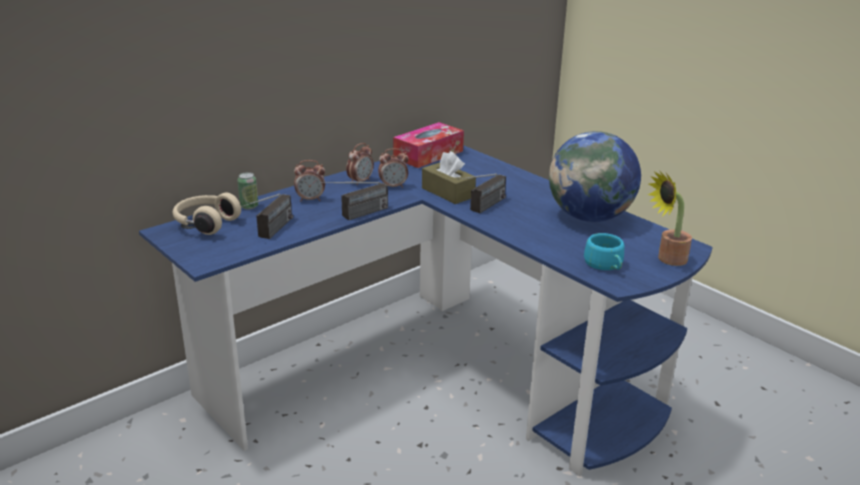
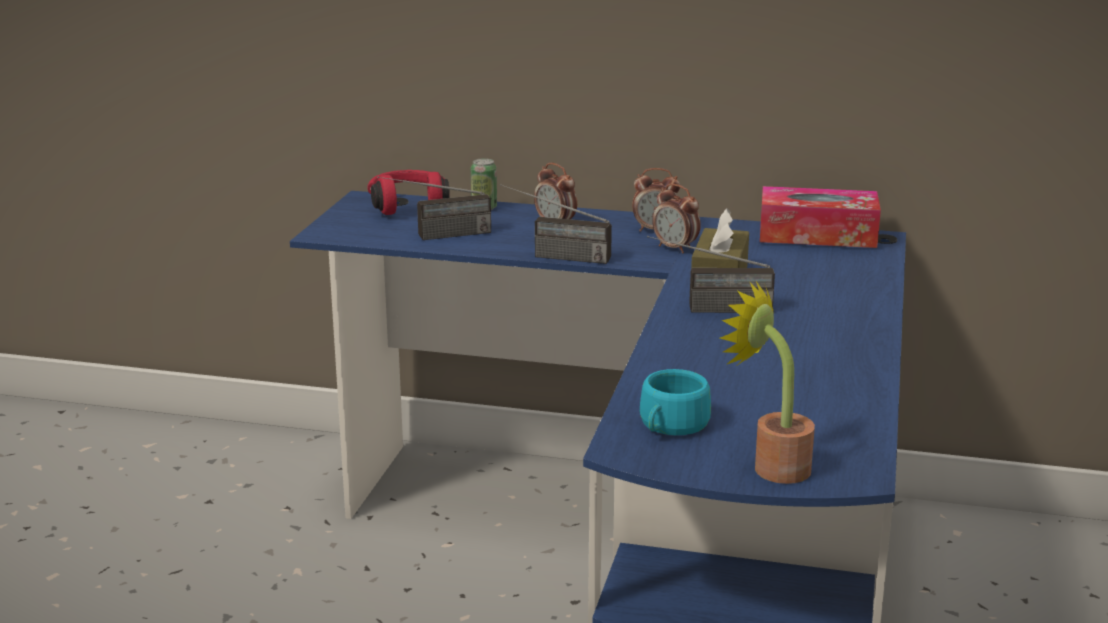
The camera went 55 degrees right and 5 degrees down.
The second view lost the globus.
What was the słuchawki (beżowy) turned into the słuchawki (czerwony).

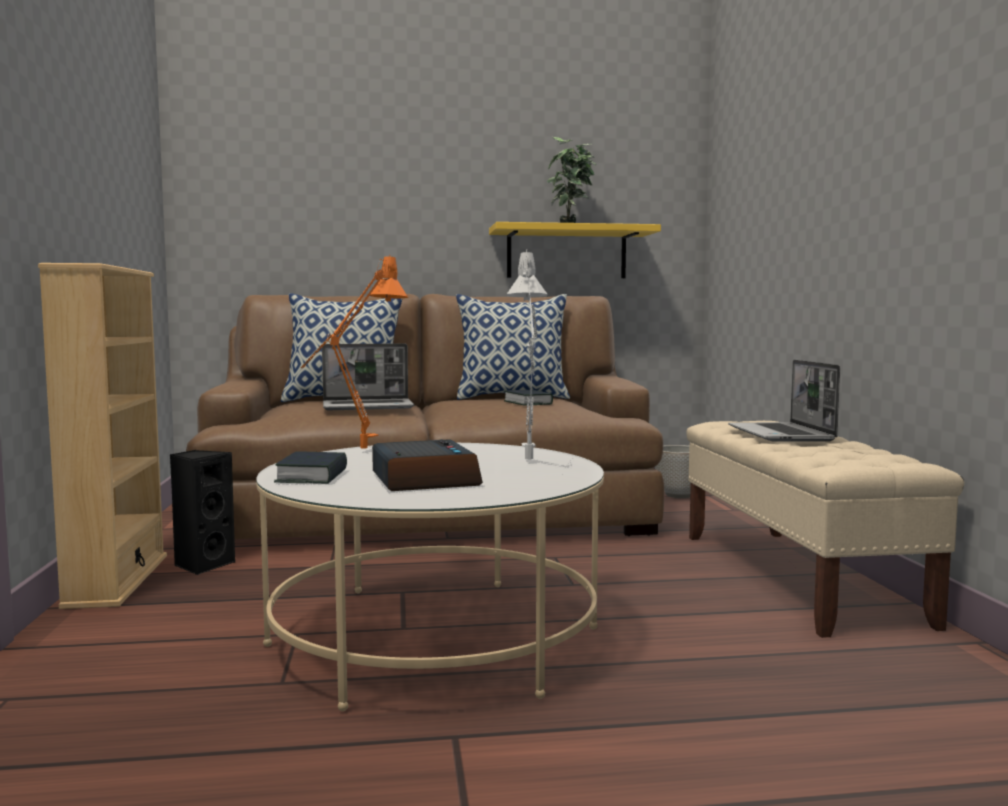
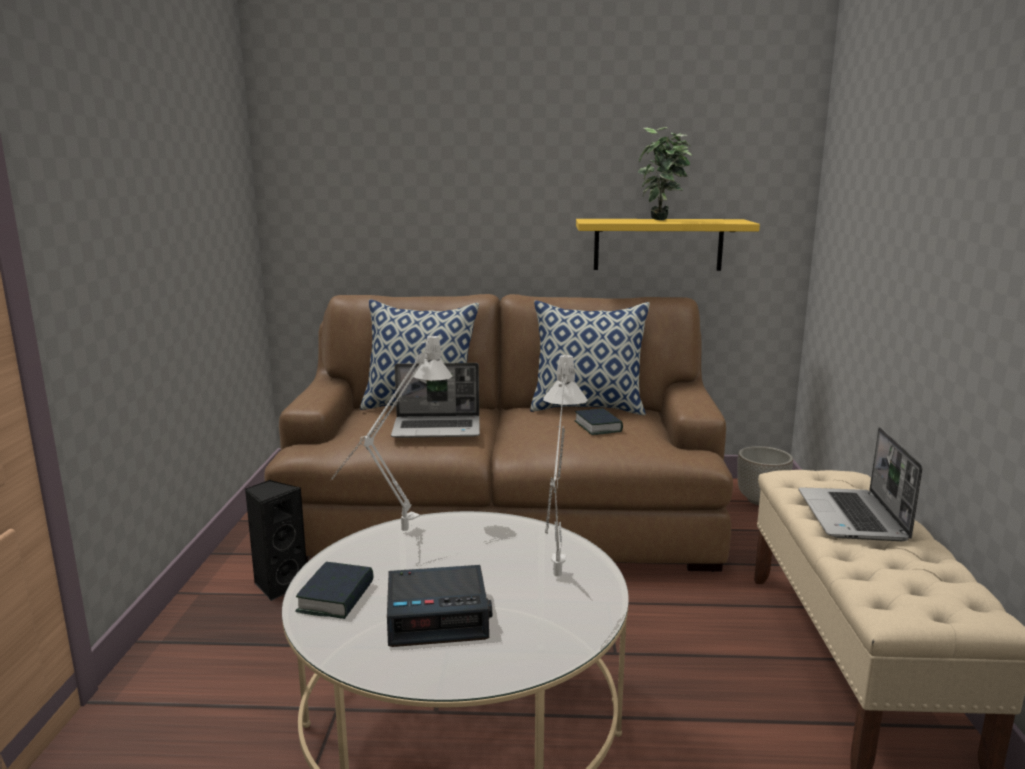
The camera went 10 degrees right and 10 degrees up.
The second view lost the regał (beżowy).
What was the lampa stołowa (pomarańczowy) turned into the lampa stołowa (szary) (1st from left).
The budzik ended up facing another way, 90 degrees clockwise from before.

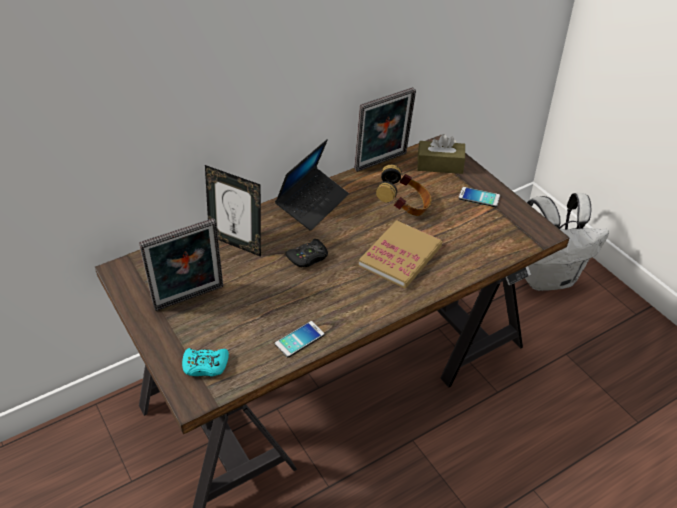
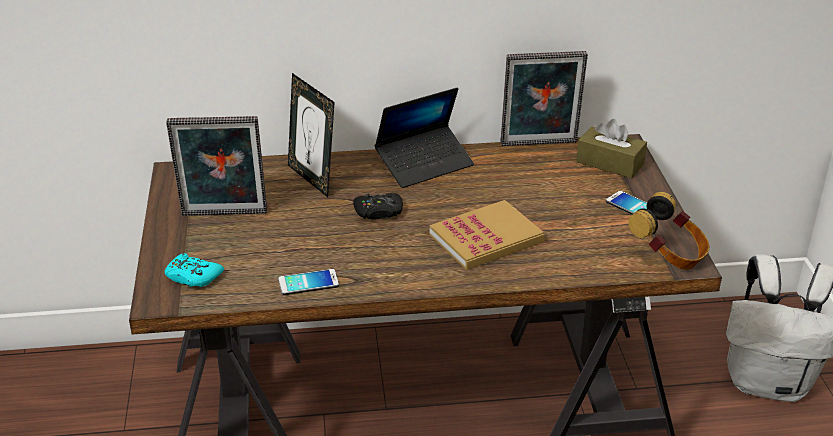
The camera went 25 degrees right and 10 degrees down.
The słuchawki ended up elsewhere.

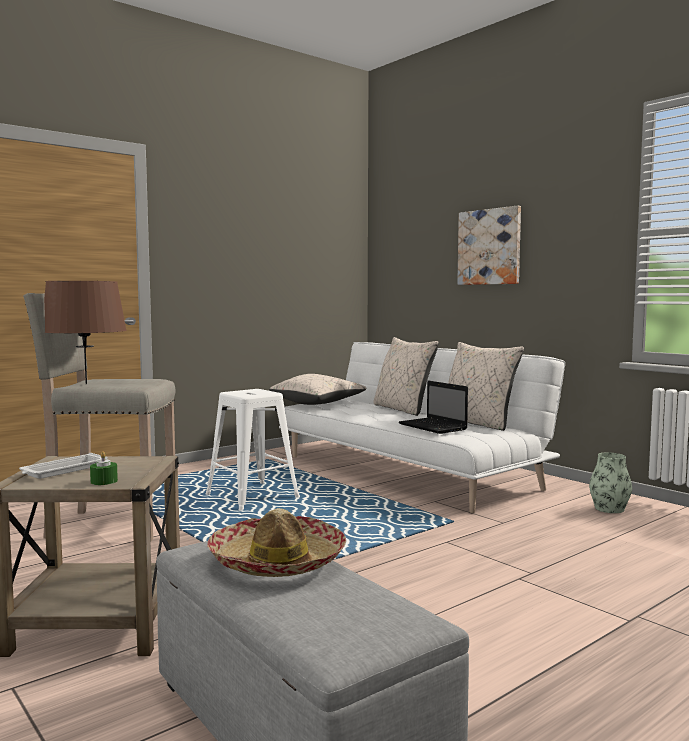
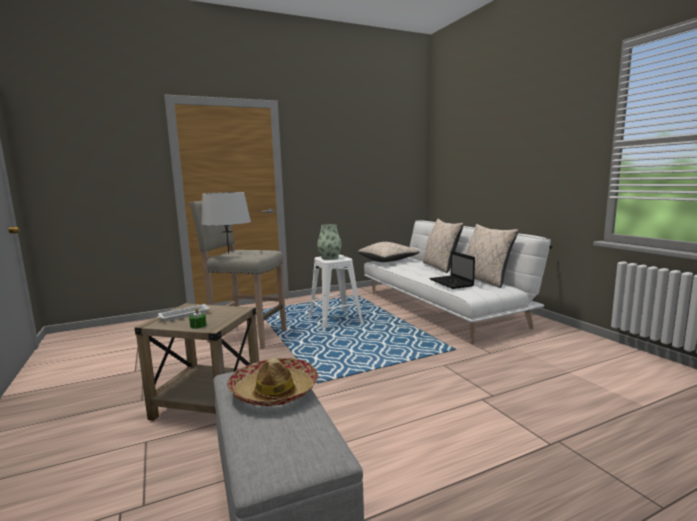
The camera went 15 degrees right and 5 degrees up.
The second view lost the obraz.
The wazon ended up elsewhere.
What was the lampa stołowa (brązowy) turned into the lampa stołowa (szary).

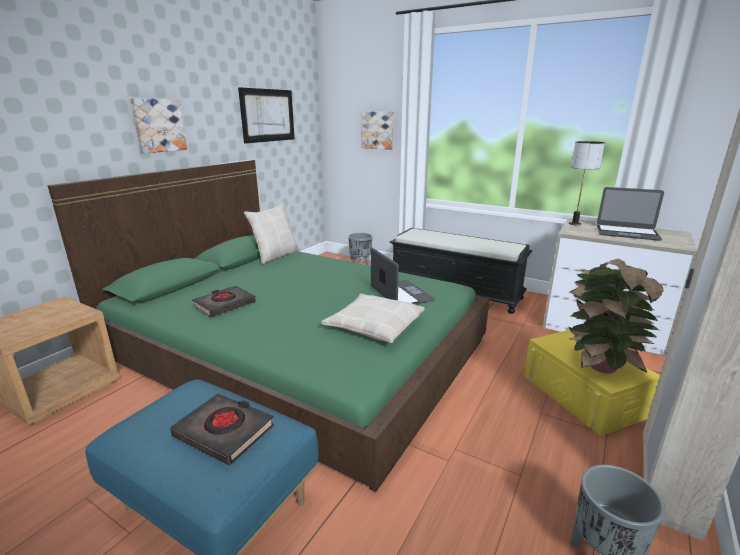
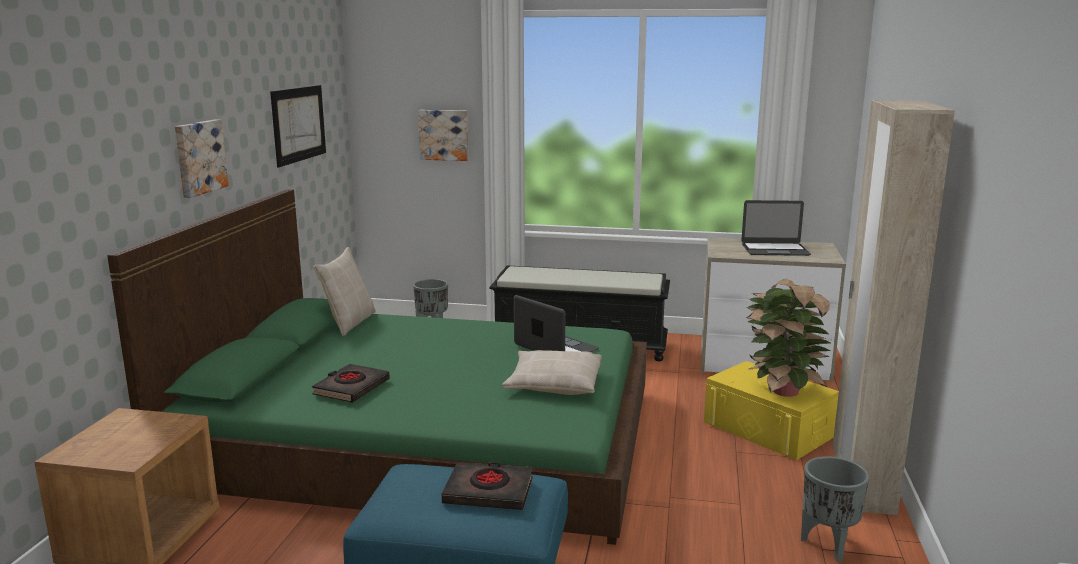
The camera went 20 degrees left and 5 degrees down.
The second view lost the lampa stołowa.

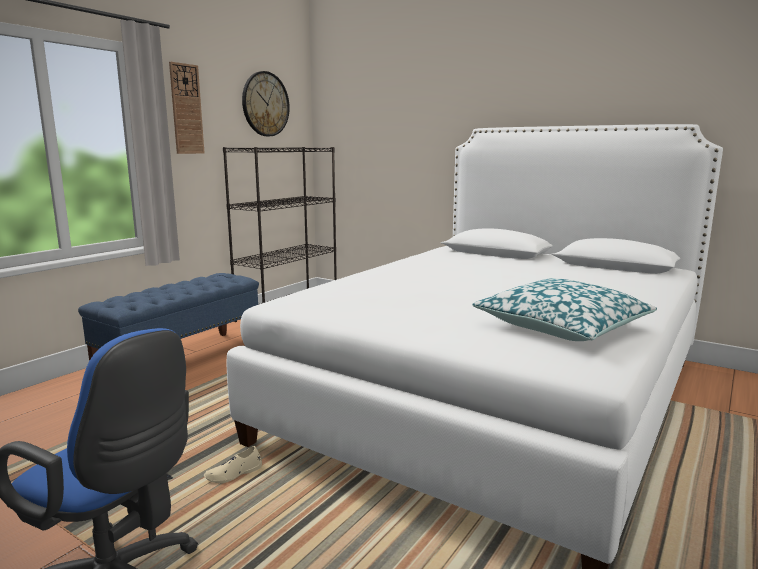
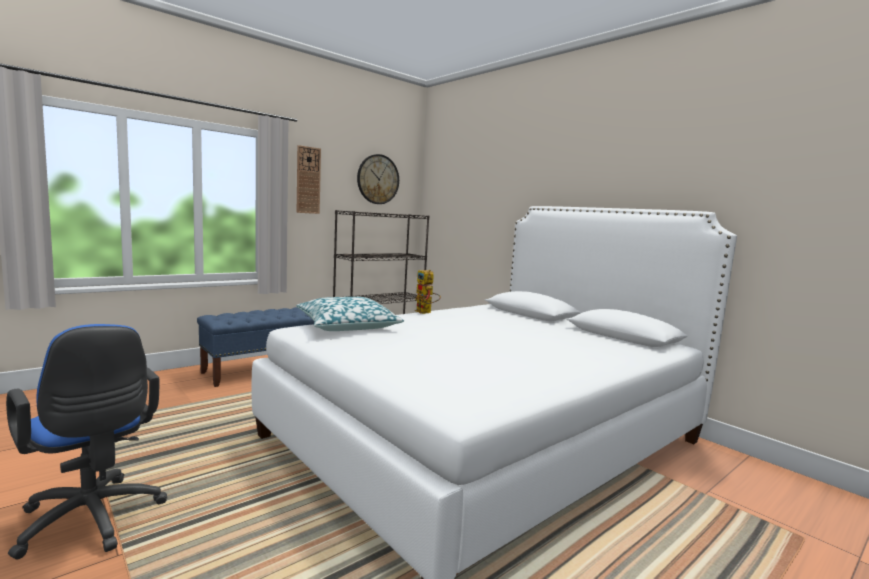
The camera went 15 degrees right and 5 degrees down.
The second view lost the but (beżowy).
The second view gained the robot zabawkowy.
The poduszka ended up elsewhere.

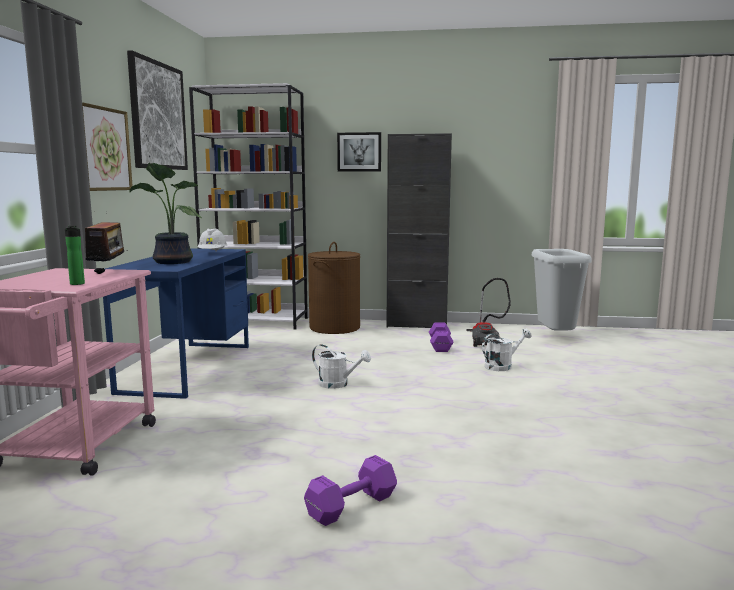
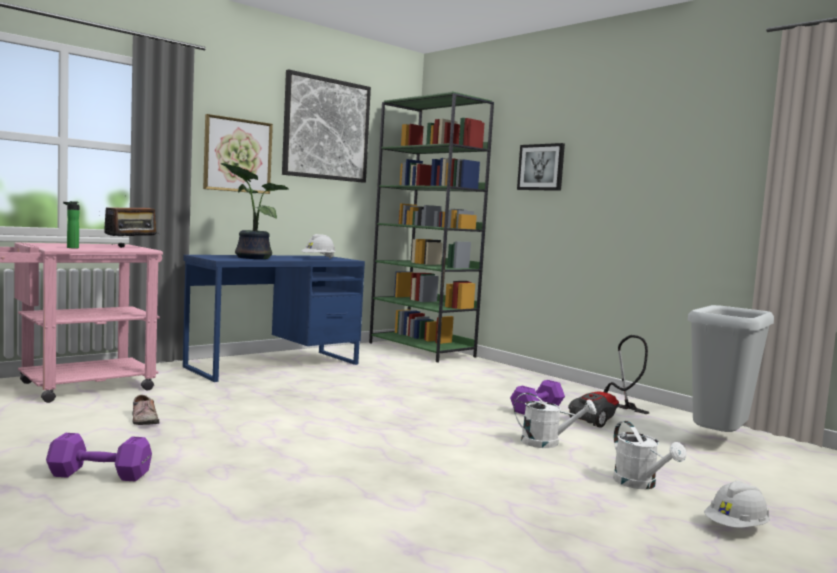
The camera went 40 degrees right and 5 degrees down.
The second view lost the kosz na pranie (brązowy).
The second view lost the szafka (czarny).
The second view gained the but.
The second view gained the kask (biały) (2nd from left).
The konewka (biały) (1st from left in the first image) ended up elsewhere.
What was the regał (biały) turned into the regał (zielony).

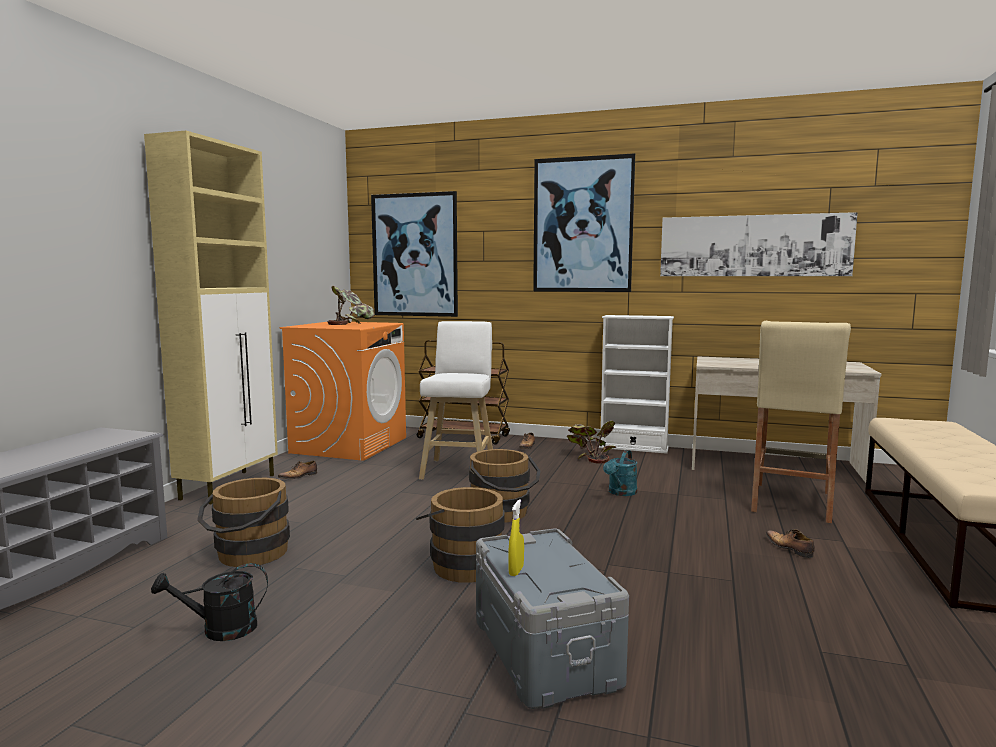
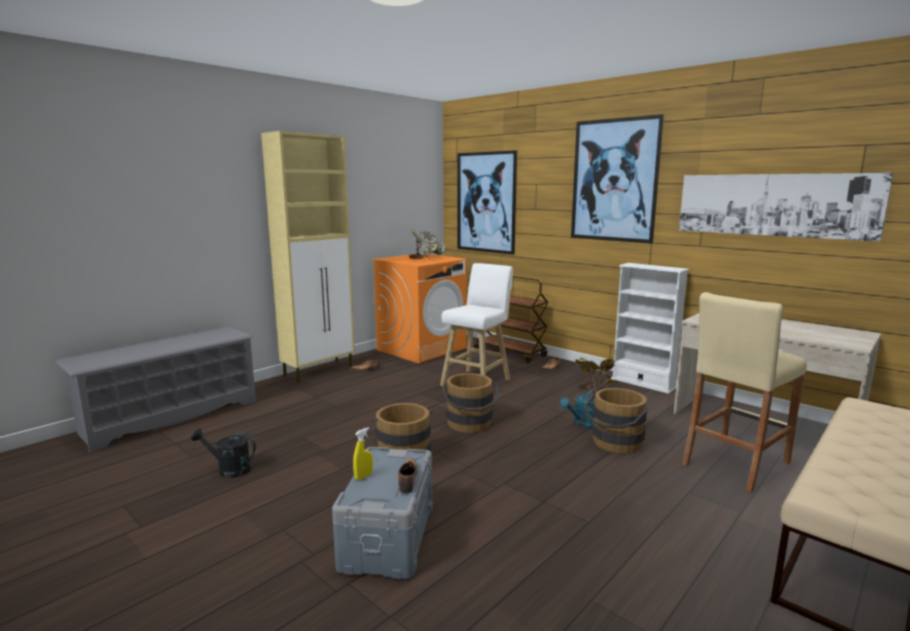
The camera went 25 degrees right and 5 degrees up.
The wiadro (brązowy) (1st from left in the first image) ended up elsewhere.
The but (3rd from left in the first image) ended up elsewhere.

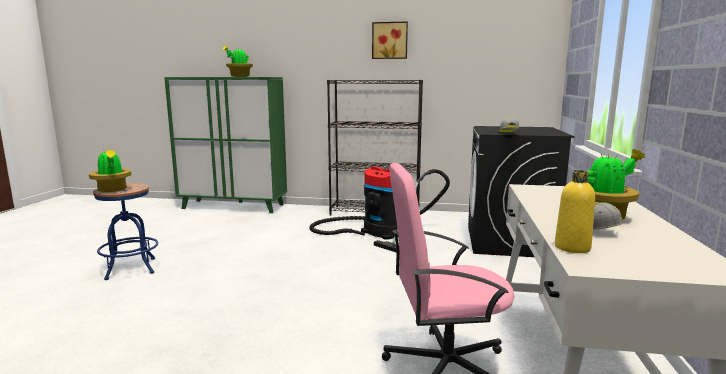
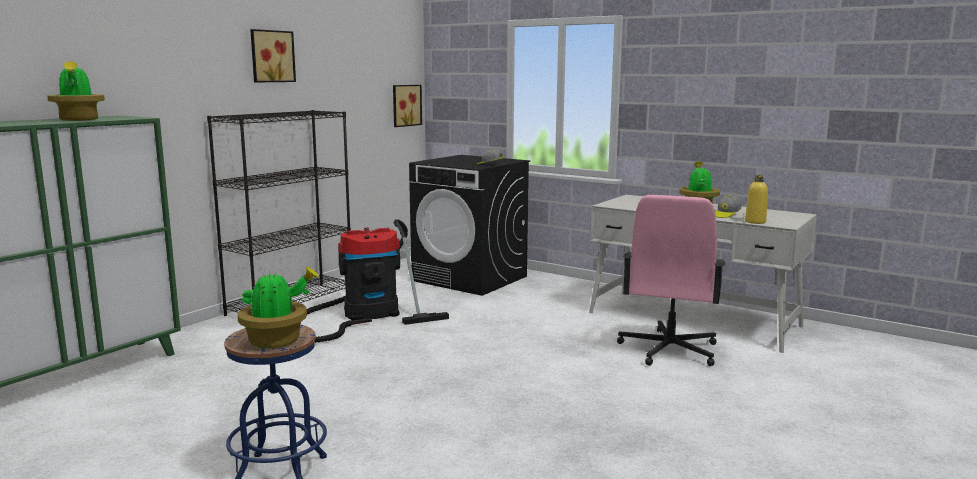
The camera went 65 degrees left and 0 degrees up.
The second view gained the obraz (2nd from left).

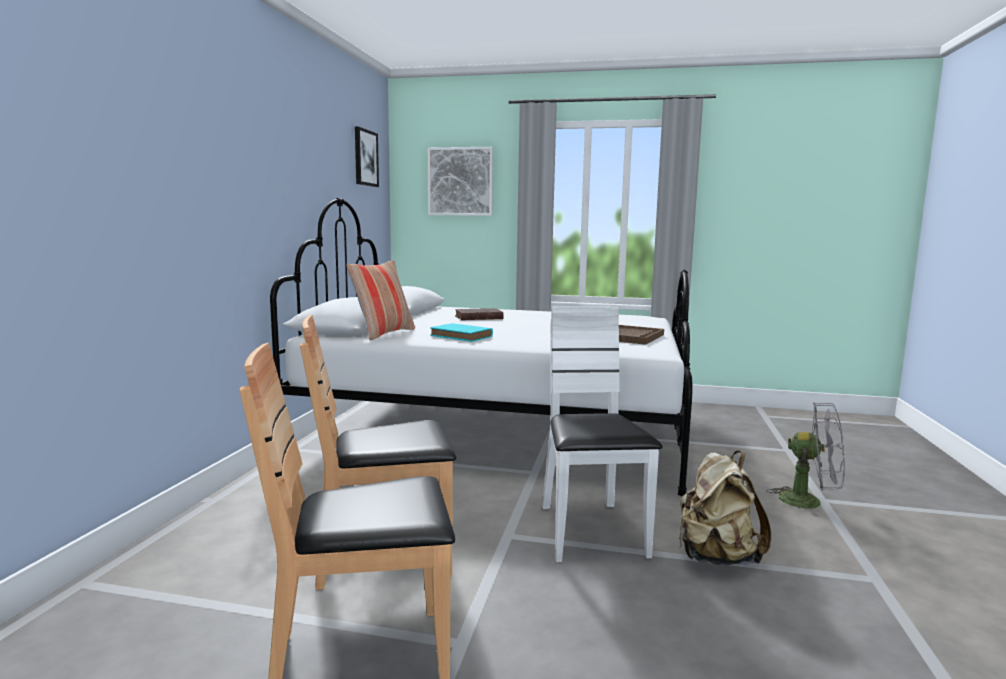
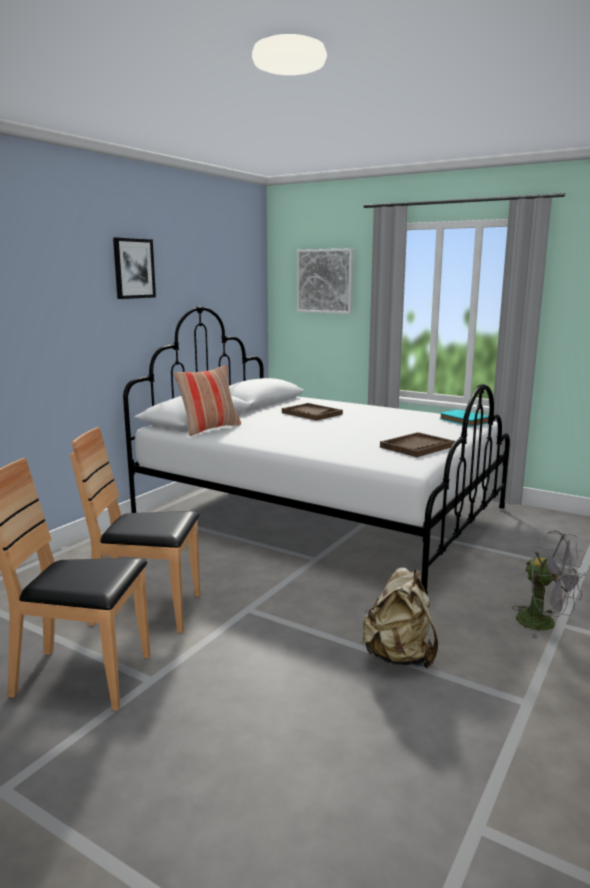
The camera went 20 degrees right and 5 degrees up.
The second view lost the krzesło (biały).
The obraz (1st from left) ended up elsewhere.
The książka (turkusowy) ended up elsewhere.
Where the książka (brązowy) stood, the taca (brązowy) (1st from left) came to stand.

